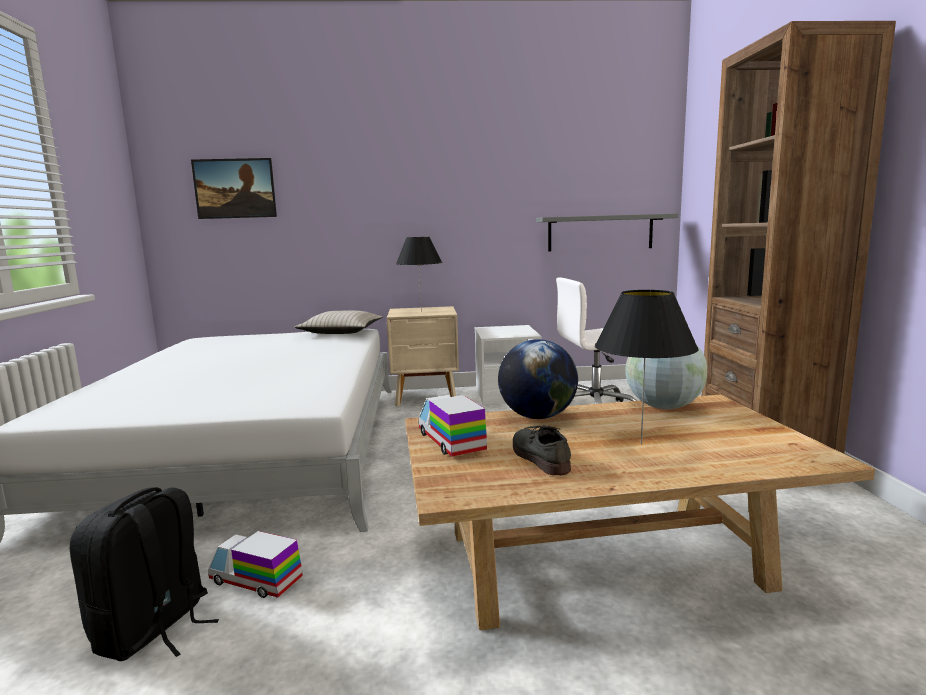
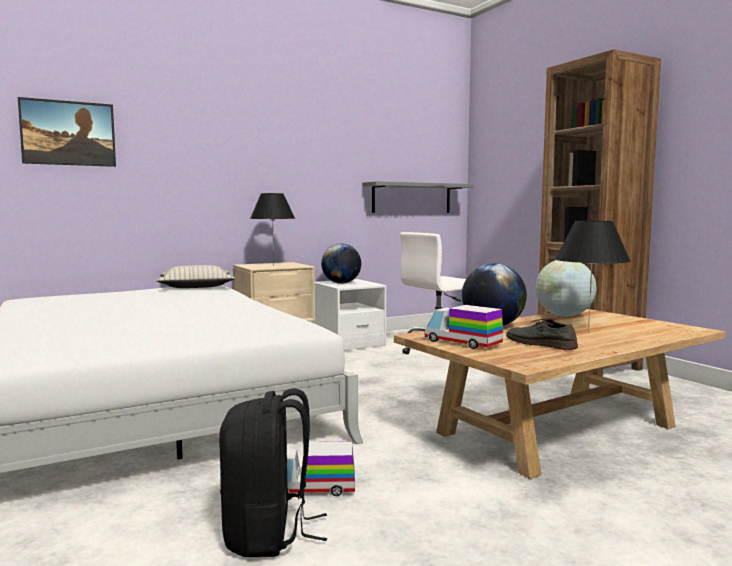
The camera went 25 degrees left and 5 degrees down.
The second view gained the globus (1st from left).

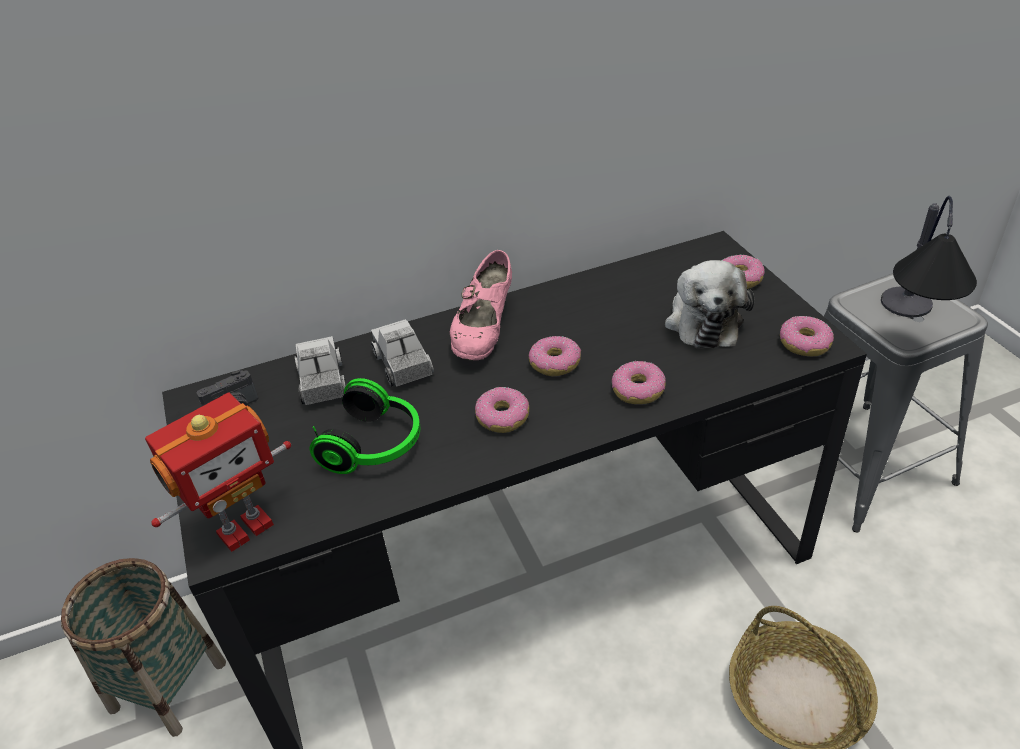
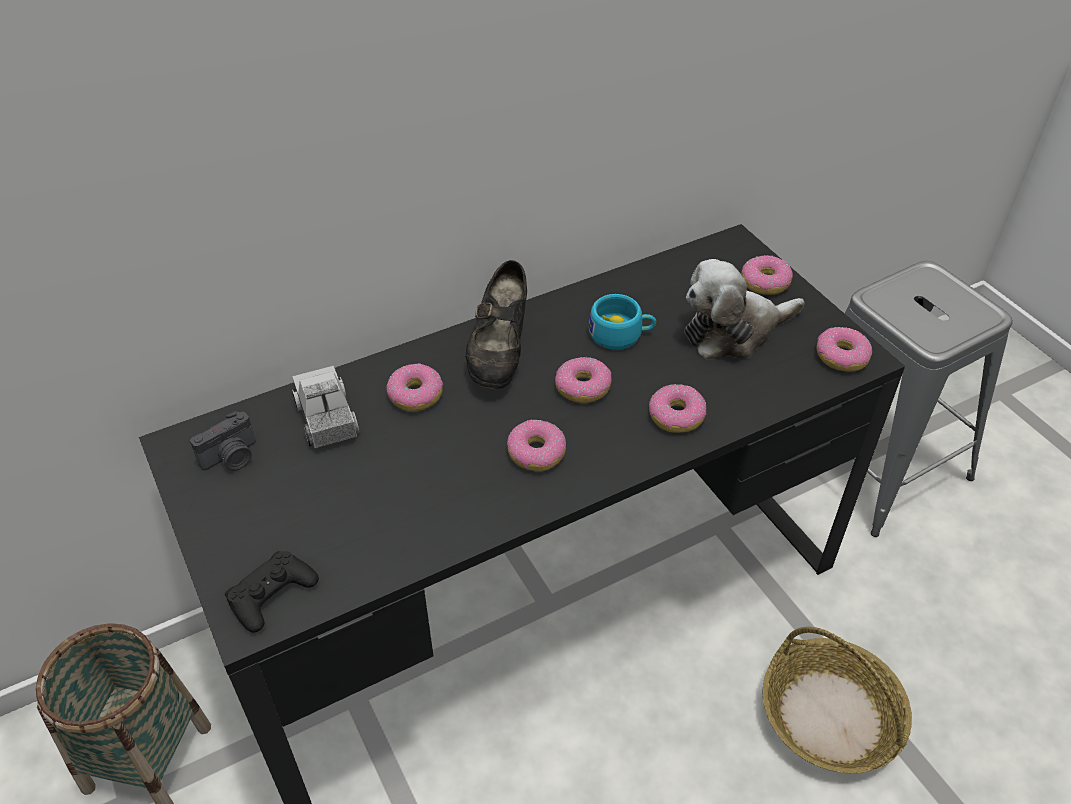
The camera went 10 degrees left and 5 degrees up.
The second view lost the słuchawki.
The second view lost the lampa stołowa.
The second view gained the filiżanka (turkusowy).
Where the robot zabawkowy stood, the pad do gier (czarny) came to stand.
Where the ciężarówka zabawkowa (2nd from left) stood, the donut (1st from left) came to stand.
What was the but (różowy) turned into the but (czarny).
The pluszak ended up facing another way, 75 degrees clockwise from before.

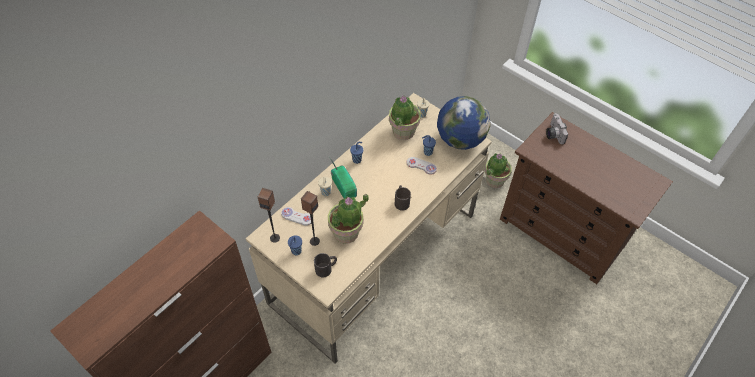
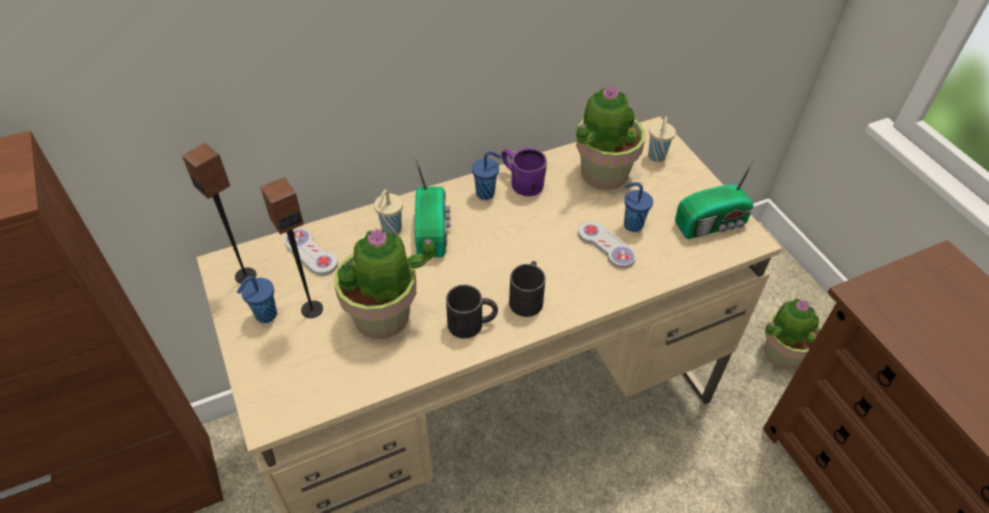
The camera went 25 degrees right and 5 degrees down.
The second view lost the aparat fotograficzny.
The second view gained the kubek (fioletowy).
The kubek (czarny) (1st from left) ended up elsewhere.
Where the globus stood, the radio (2nd from left) came to stand.

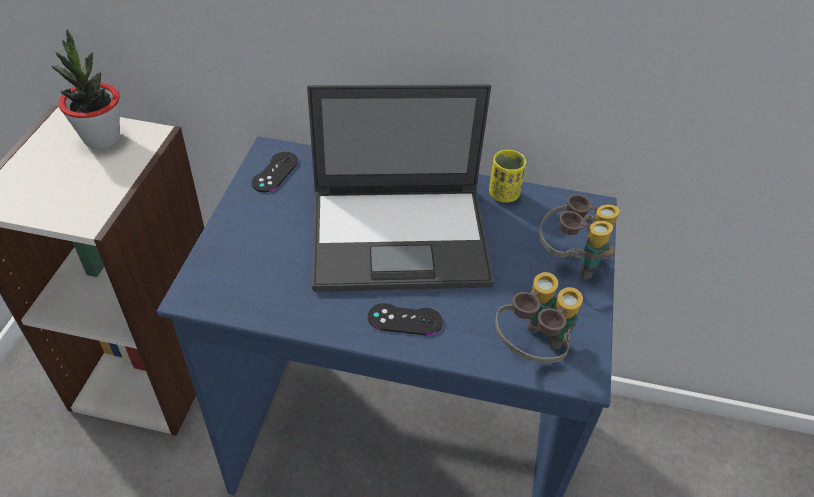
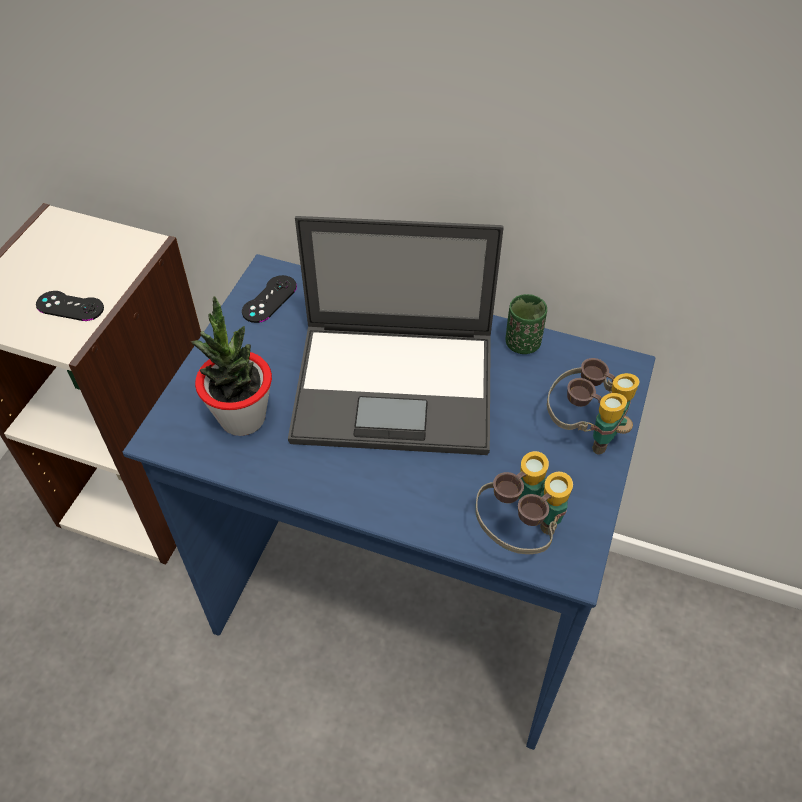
The camera went 10 degrees right and 5 degrees up.
The roślina doniczkowa ended up elsewhere.
The pad do gier (czarny) (2nd from left in the first image) ended up elsewhere.
What was the filiżanka (żółty) turned into the filiżanka (zielony).

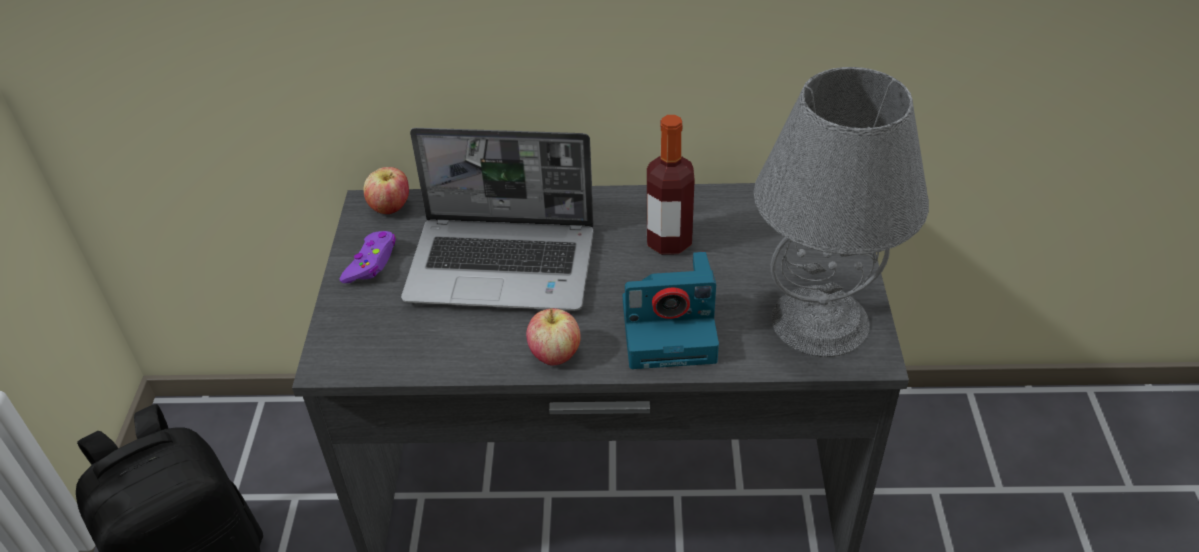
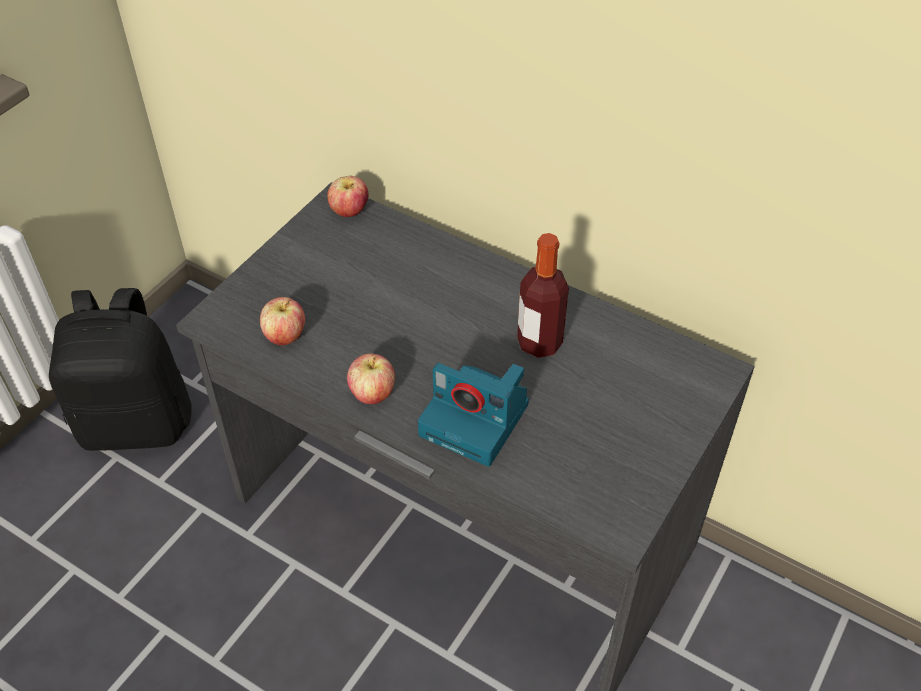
The camera went 30 degrees right and 5 degrees up.
The second view lost the pad do gier (fioletowy).
The second view lost the laptop.
The second view lost the lampa stołowa (szary).
The second view gained the jabłko (1st from left).

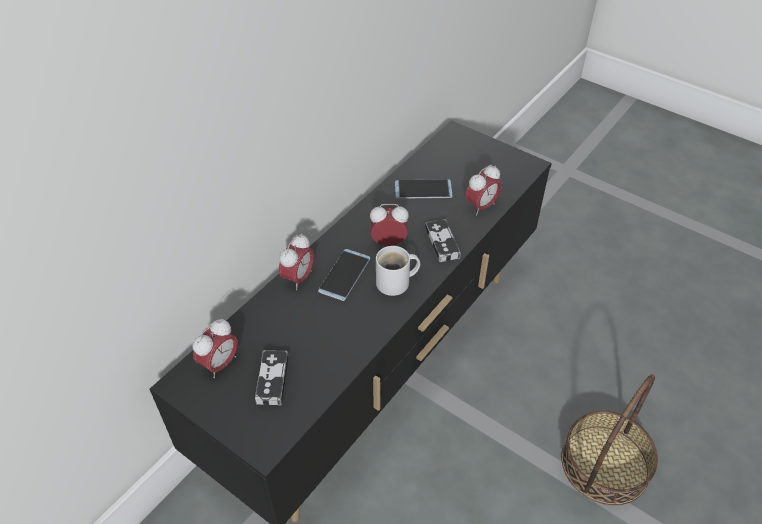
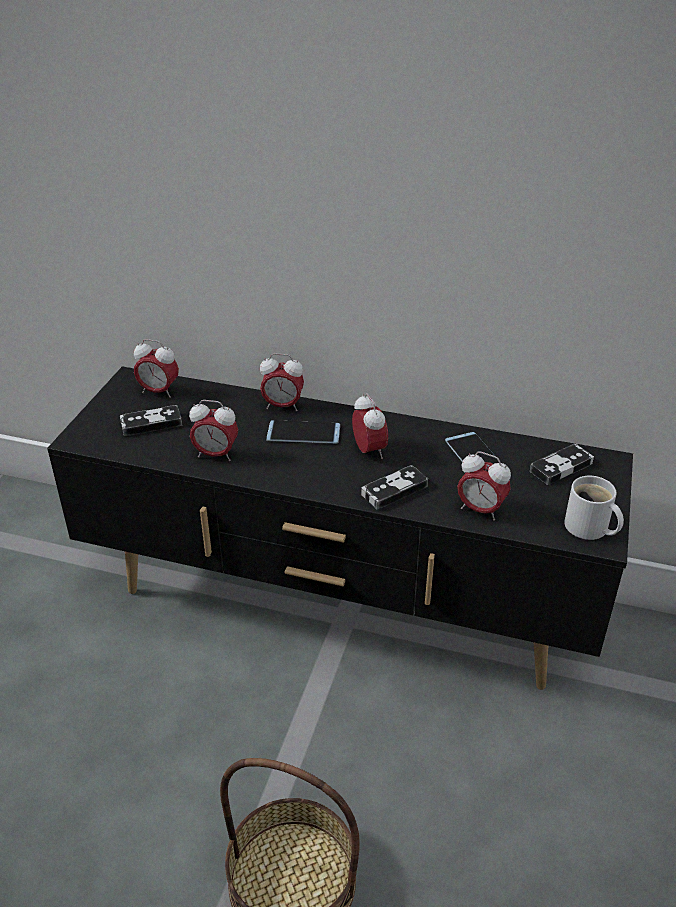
The camera went 70 degrees right and 10 degrees down.
The second view gained the budzik (2nd from left).
The second view gained the pad do gier (3rd from left).
The kubek (biały) ended up elsewhere.

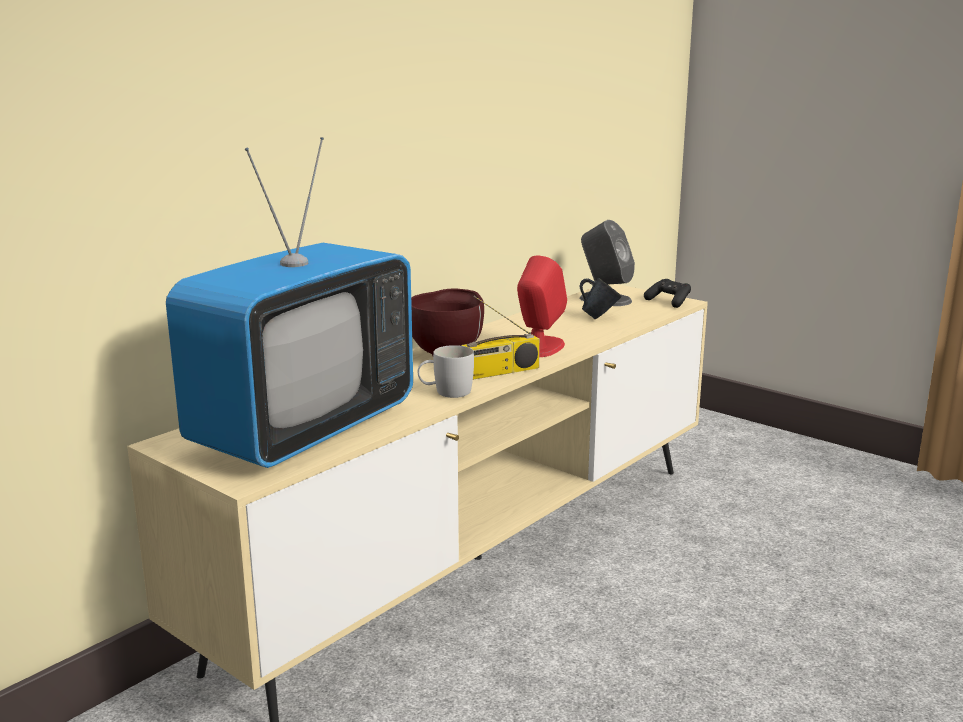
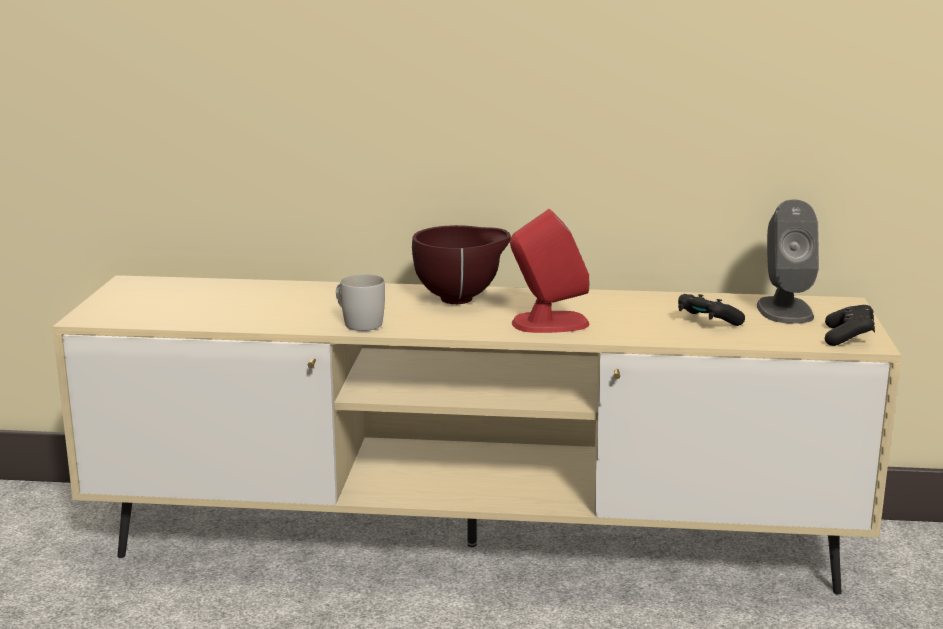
The camera went 55 degrees right and 0 degrees up.
The second view lost the telewizor.
The second view lost the radio.
Where the kubek (niebieski) stood, the pad do gier (czarny) (1st from left) came to stand.

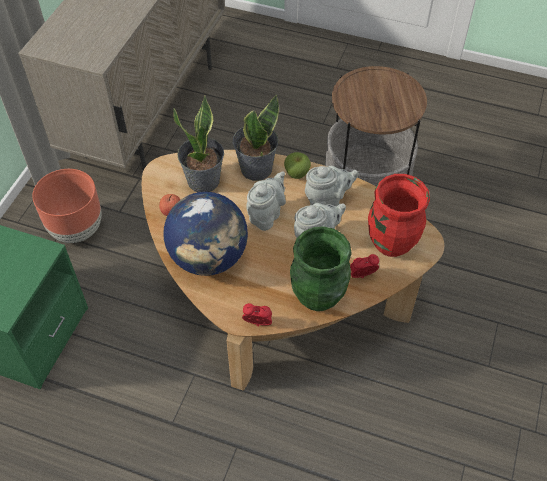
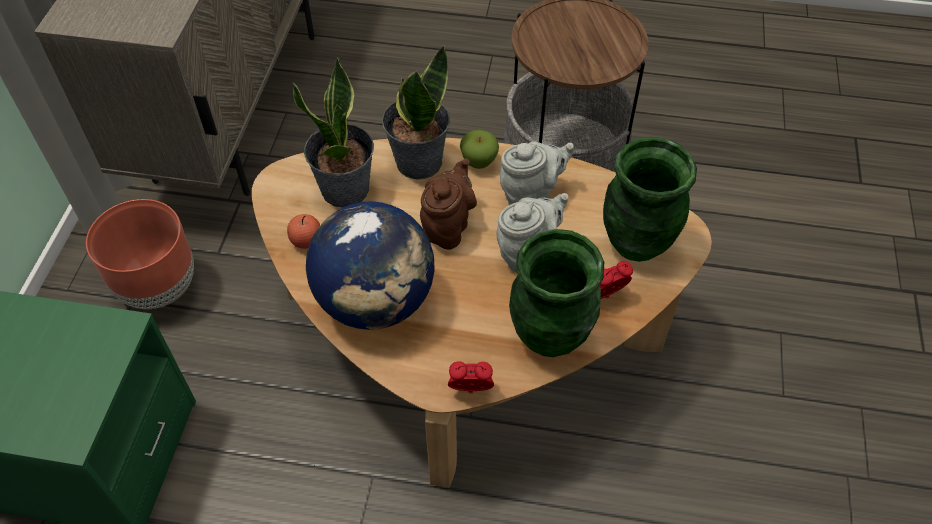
The camera went 10 degrees left and 0 degrees up.
What was the imbryk (szary) (1st from left) turned into the imbryk (brązowy).
What was the wazon (czerwony) turned into the wazon (zielony) (2nd from left).

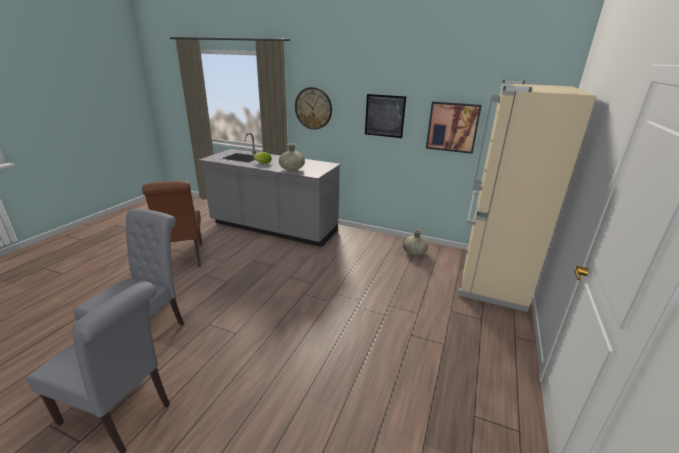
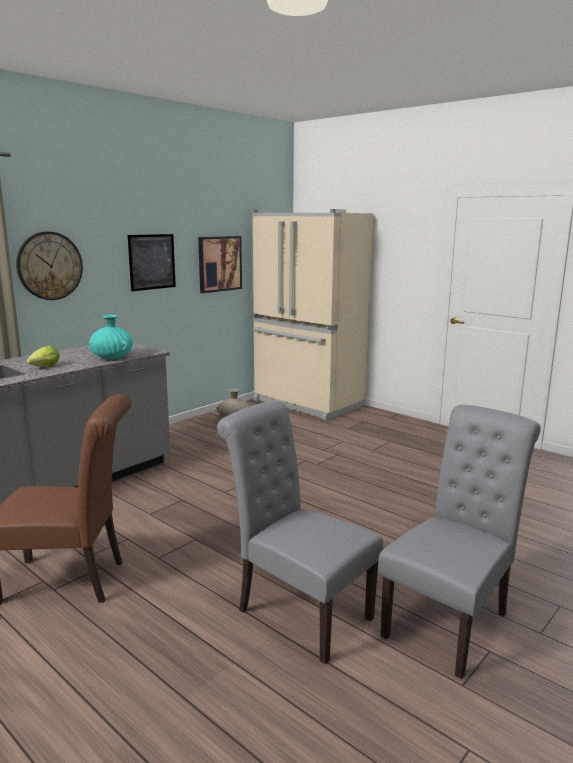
The camera went 70 degrees left and 10 degrees down.
What was the wazon (beżowy) (1st from left) turned into the wazon (turkusowy).

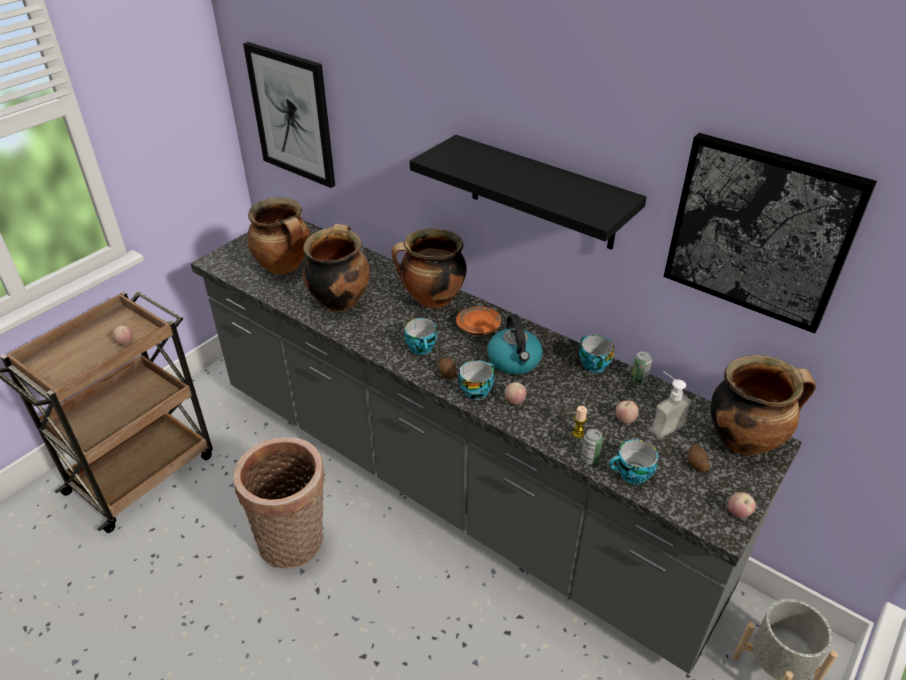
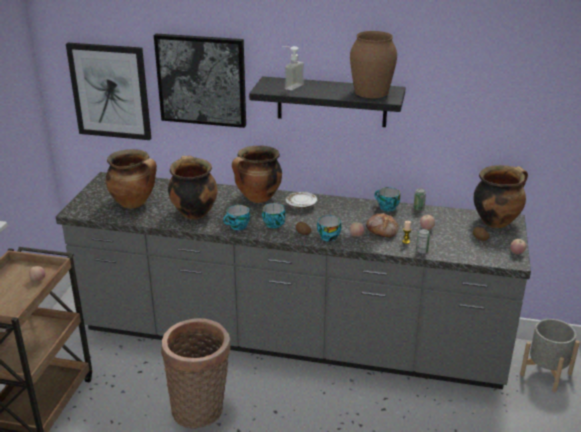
The camera went 25 degrees left and 10 degrees down.
The second view lost the czajnik.
The second view gained the wazon (brązowy).
The second view gained the chleb.
The filiżanka (4th from left in the first image) ended up elsewhere.
The dozownik mydła ended up elsewhere.
The obraz (2nd from left) ended up elsewhere.
What was the talerz (pomarańczowy) turned into the talerz (biały).

